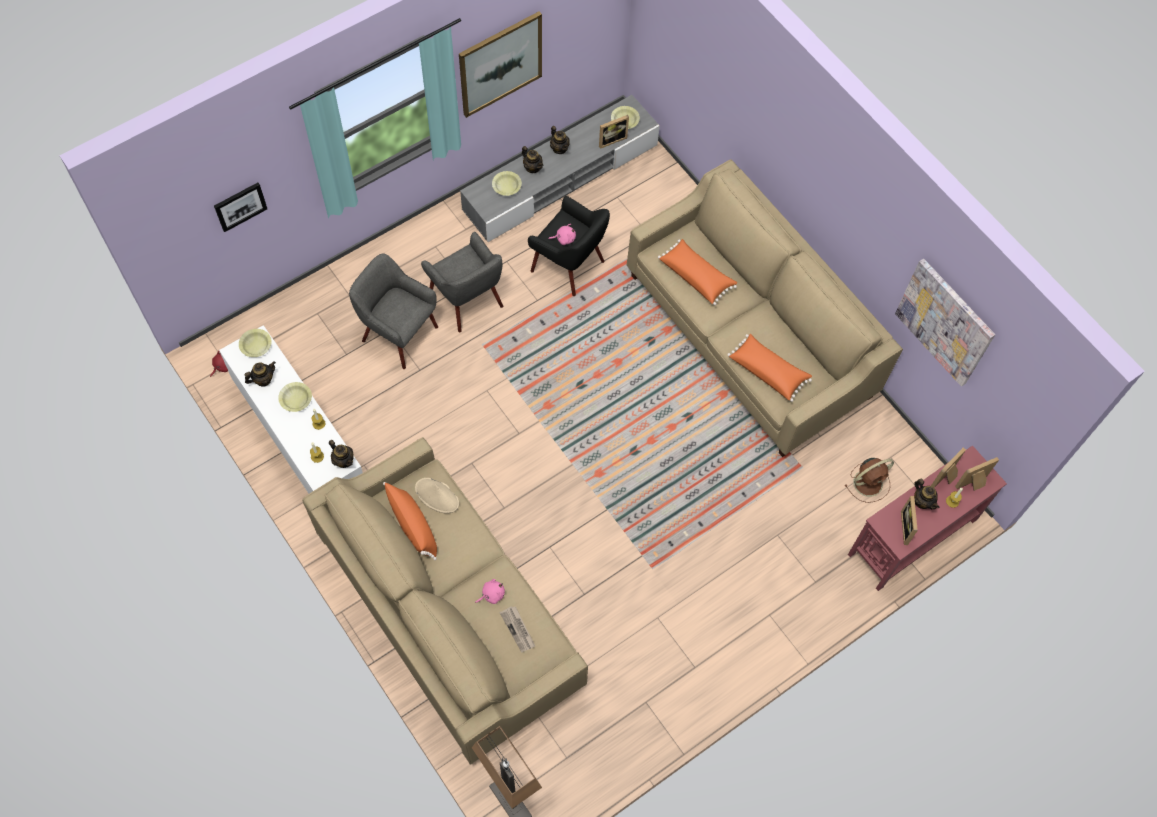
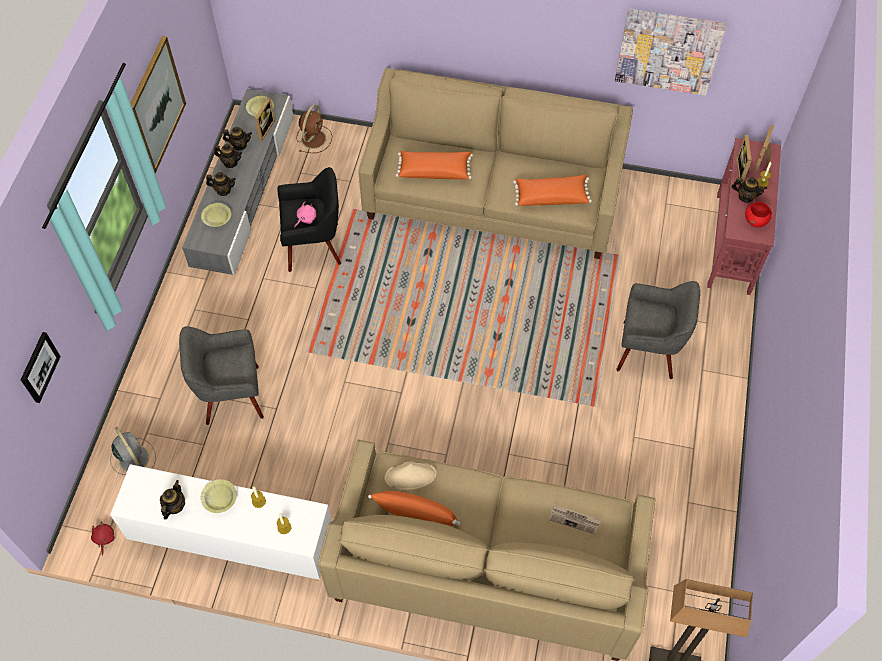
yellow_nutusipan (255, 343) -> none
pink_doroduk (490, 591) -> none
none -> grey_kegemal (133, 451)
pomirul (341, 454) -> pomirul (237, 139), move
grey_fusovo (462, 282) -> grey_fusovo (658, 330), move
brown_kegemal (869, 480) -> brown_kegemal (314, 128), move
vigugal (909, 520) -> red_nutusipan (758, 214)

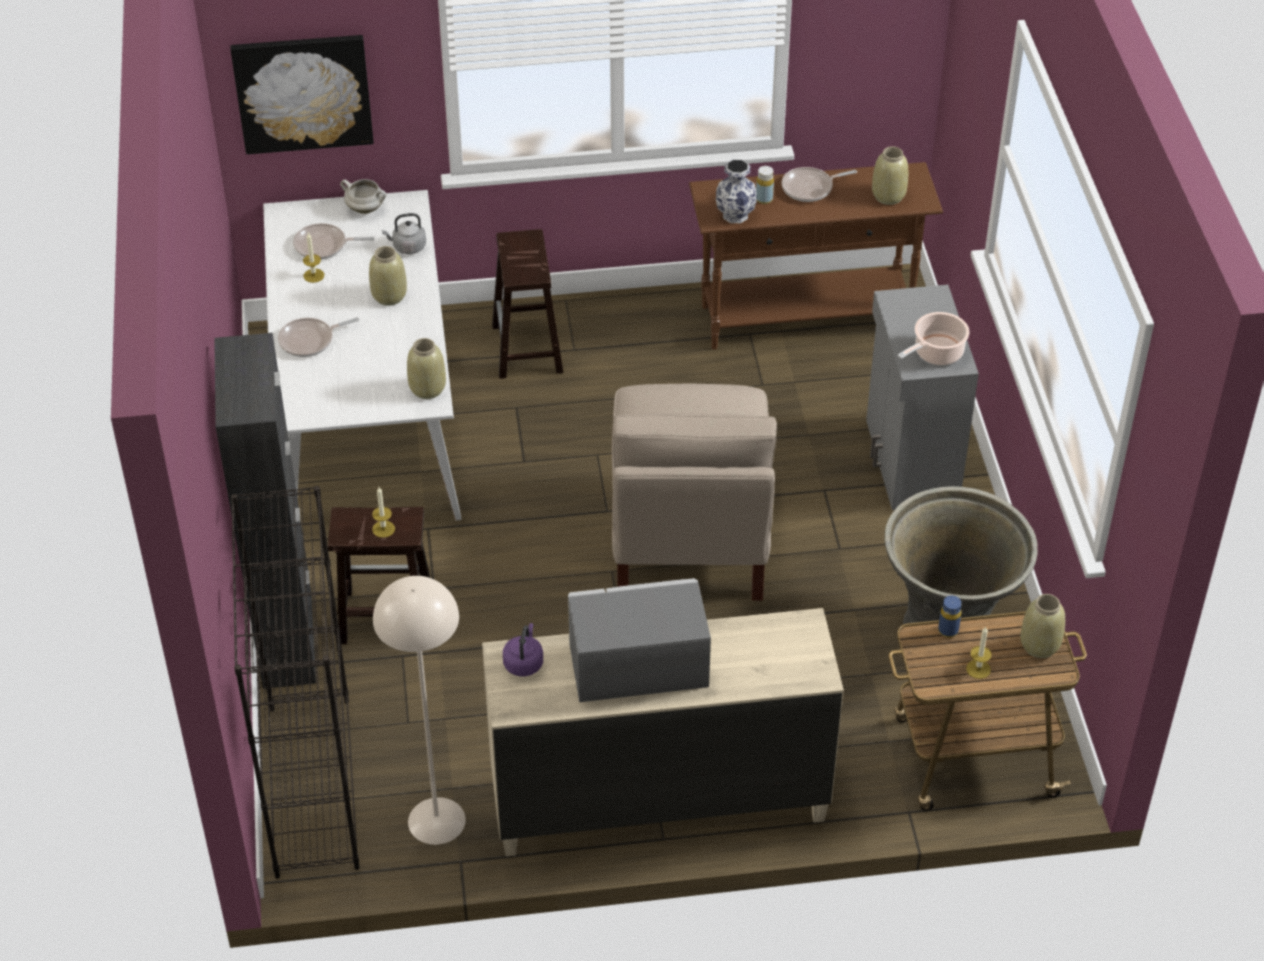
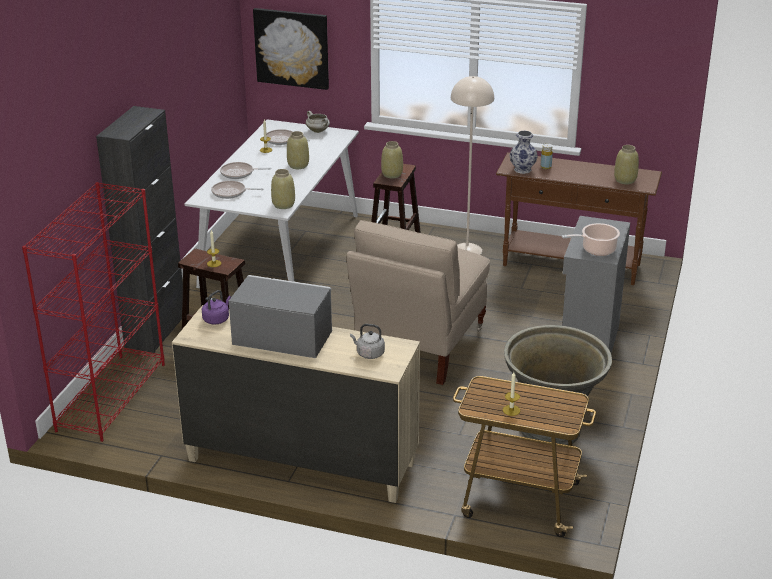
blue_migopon (950, 617) -> none
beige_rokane (419, 710) -> beige_rokane (472, 165), move
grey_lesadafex (404, 233) -> grey_lesadafex (367, 341), move
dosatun (819, 184) -> dosatun (237, 190), move
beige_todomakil (1042, 626) -> beige_todomakil (392, 159), move
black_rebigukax (295, 682) -> red_rebigukax (93, 312)

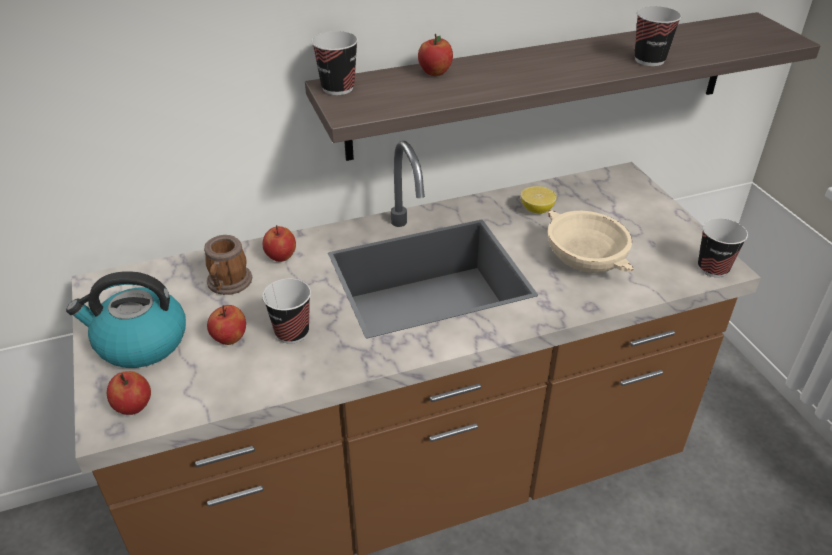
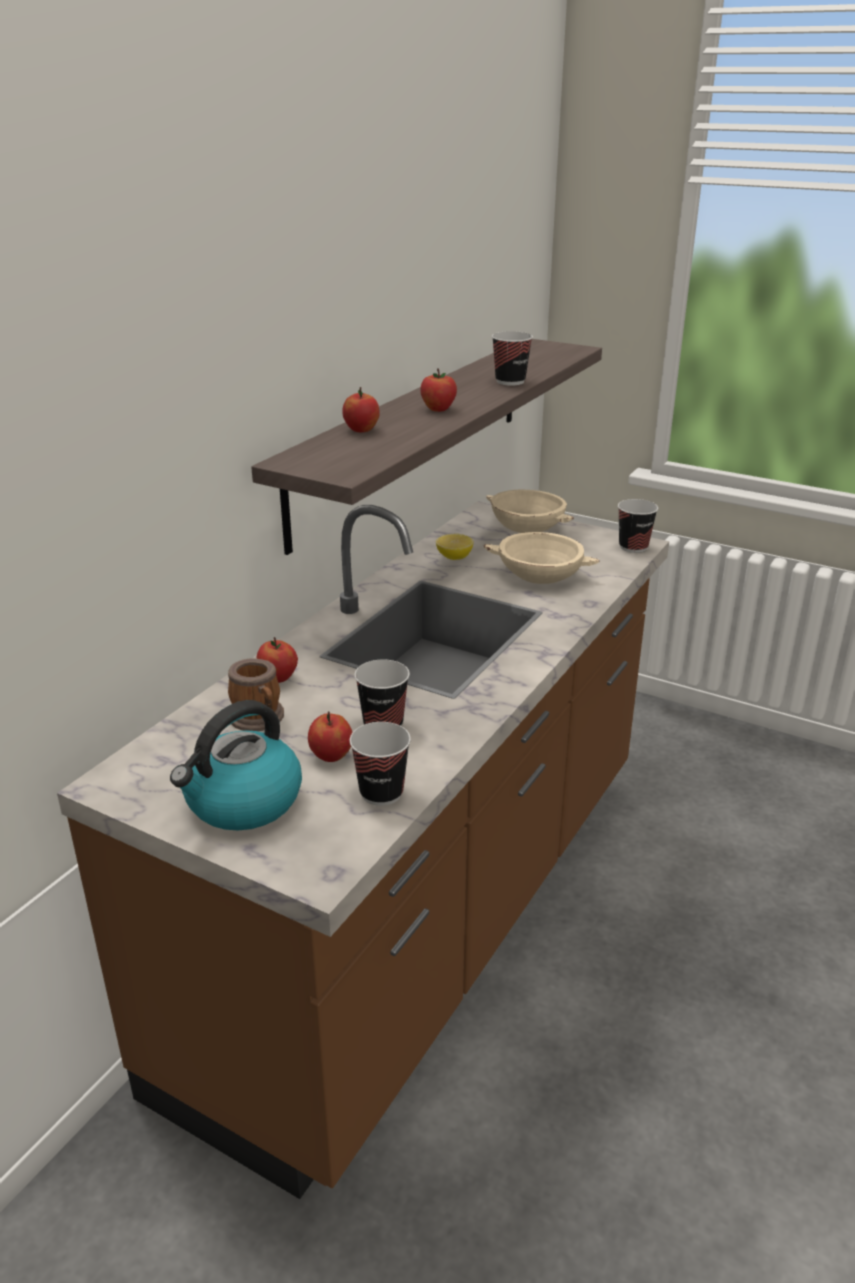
none -> beige_nutusipan (530, 511)
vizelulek (129, 393) -> vizelulek (438, 390), move
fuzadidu (334, 63) -> fuzadidu (380, 764), move

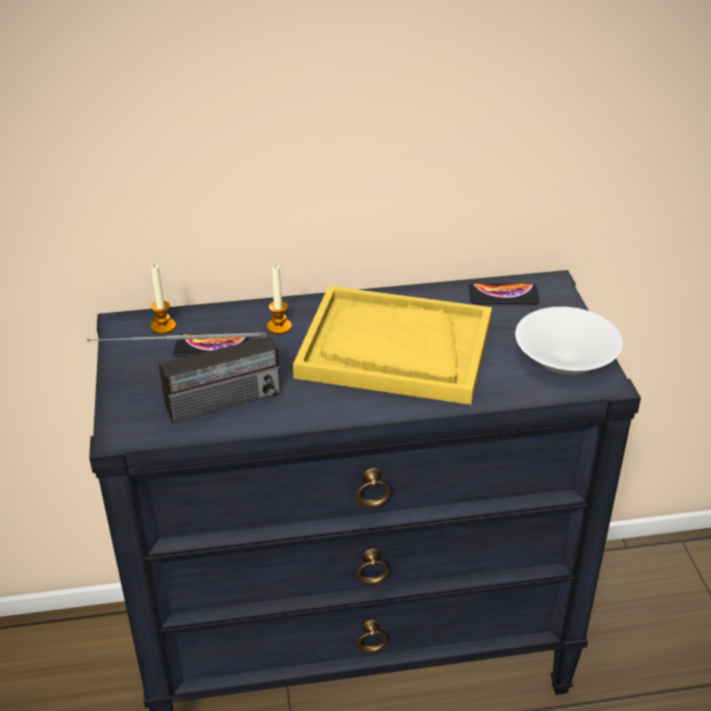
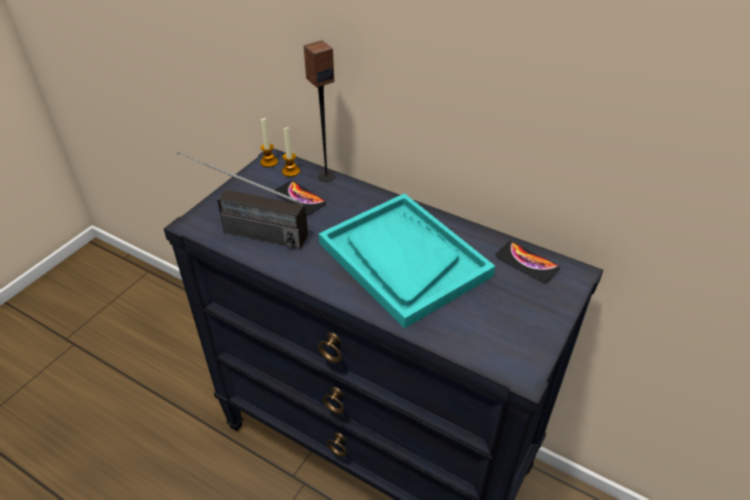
white_nutusipan (569, 341) -> none
none -> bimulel (319, 111)
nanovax (279, 299) -> nanovax (269, 142), move
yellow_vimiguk (392, 345) -> turquoise_vimiguk (407, 261)

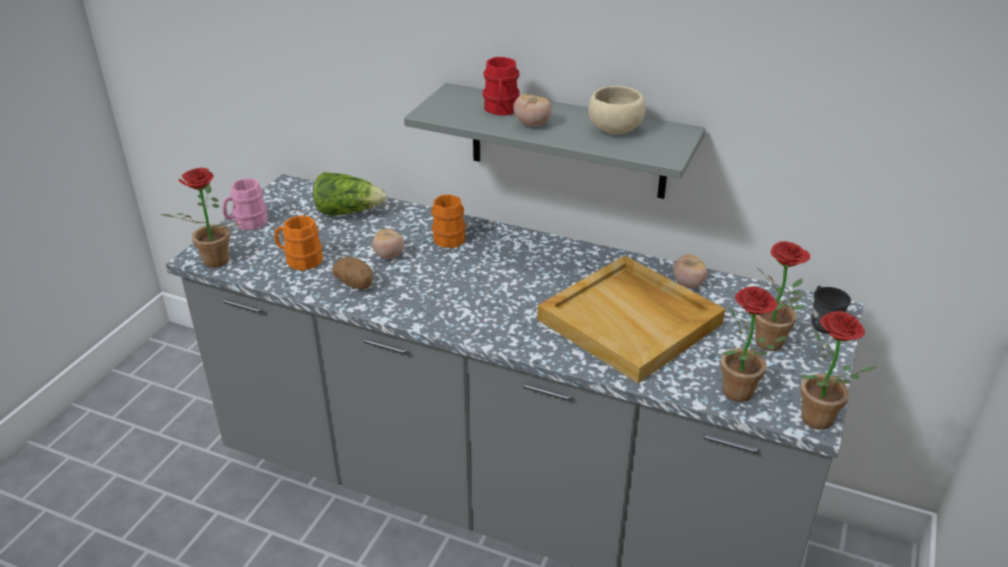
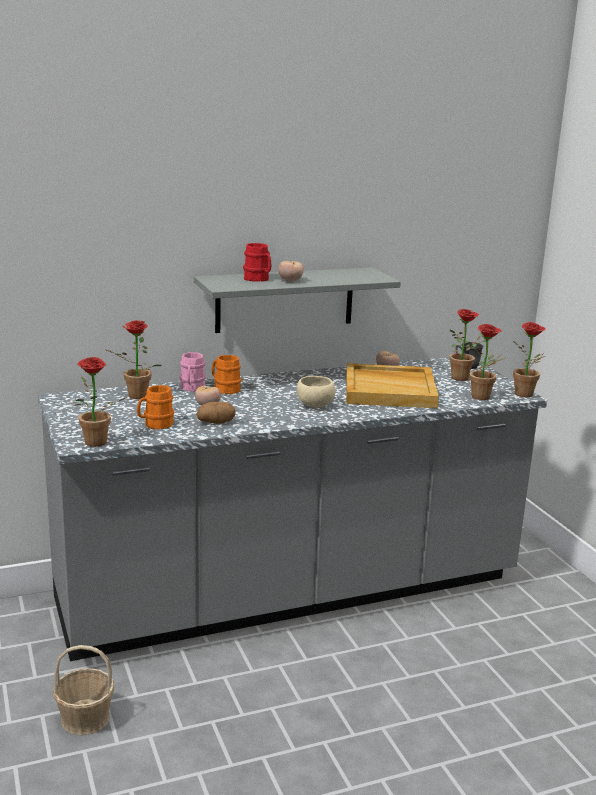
none -> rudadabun (83, 690)
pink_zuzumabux (245, 204) -> pink_zuzumabux (193, 372), move
beige_nutusipan (617, 110) -> beige_nutusipan (315, 392), move
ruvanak (350, 193) -> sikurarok (134, 359)

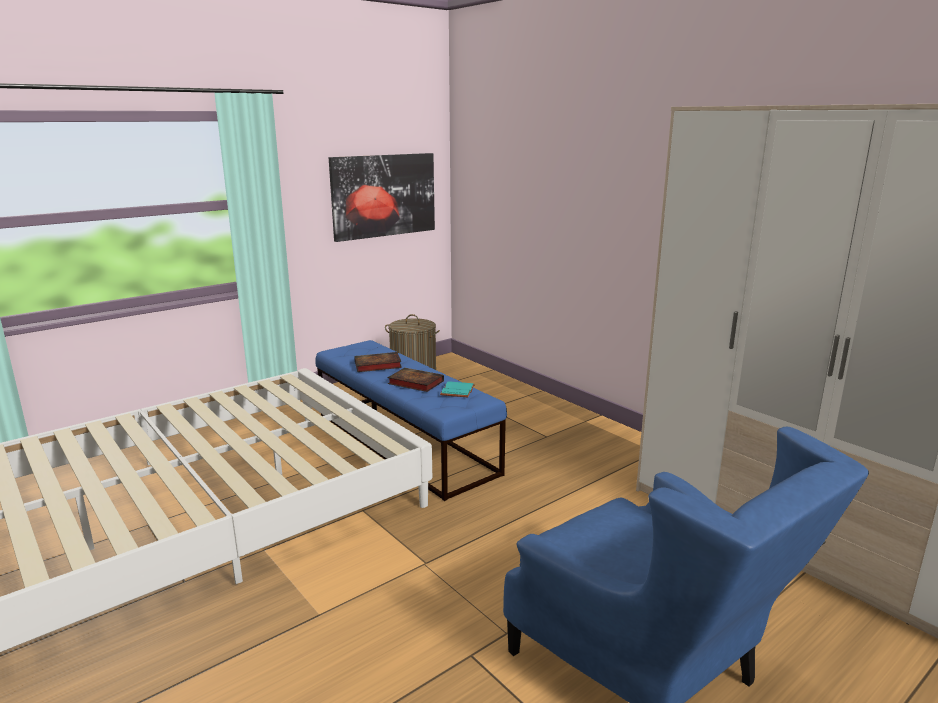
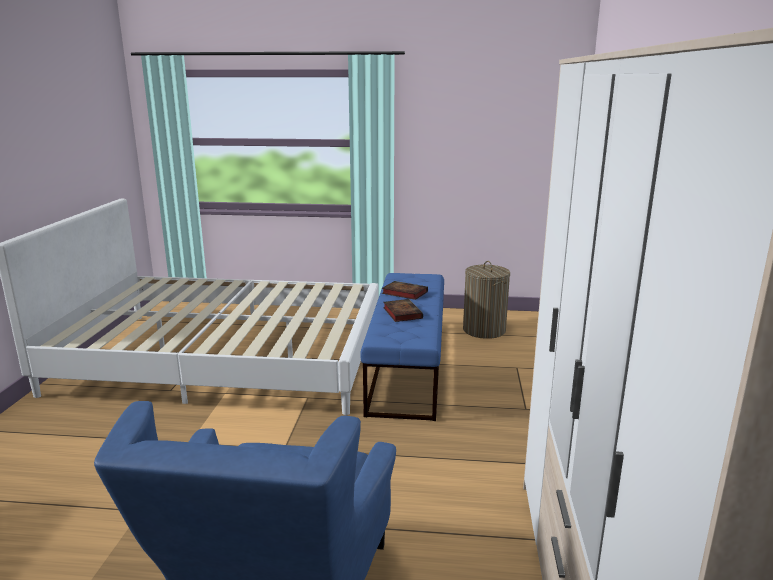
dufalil (382, 197) -> none
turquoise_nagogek (457, 389) -> none

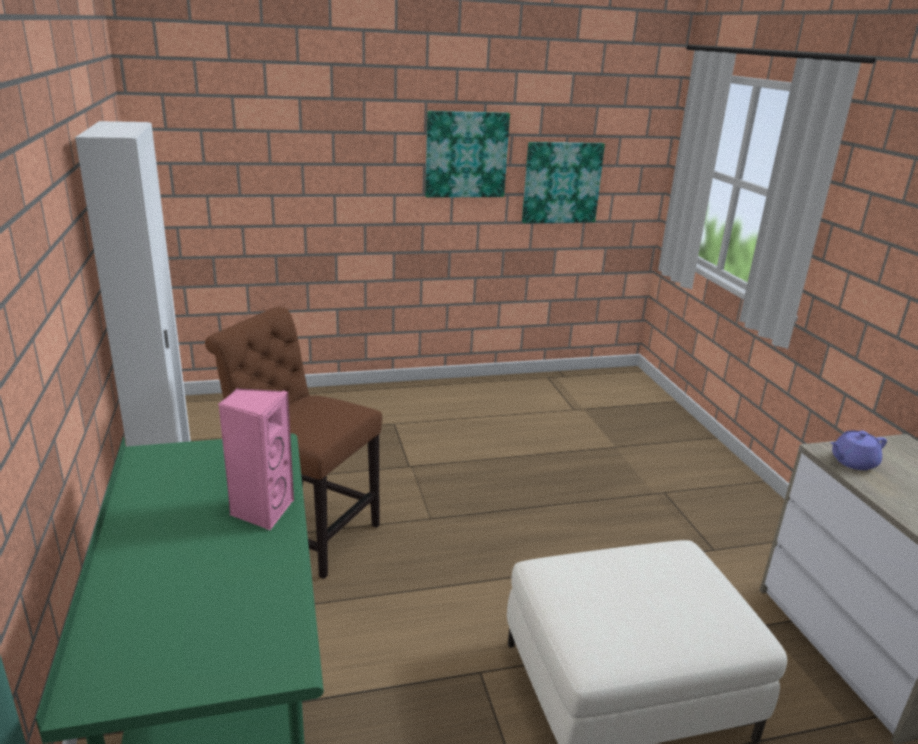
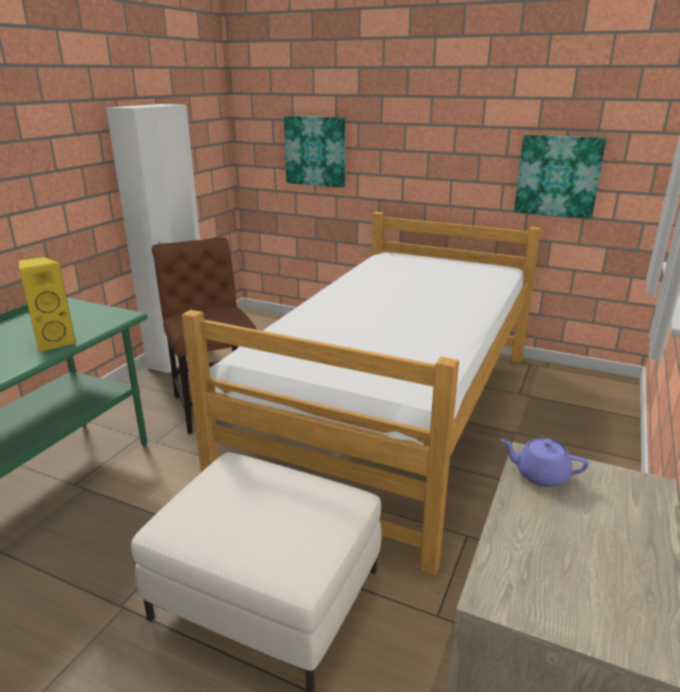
none -> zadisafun (361, 394)
dufalil (467, 154) -> dufalil (314, 152), move
pink_bimulel (256, 459) -> yellow_bimulel (48, 304)

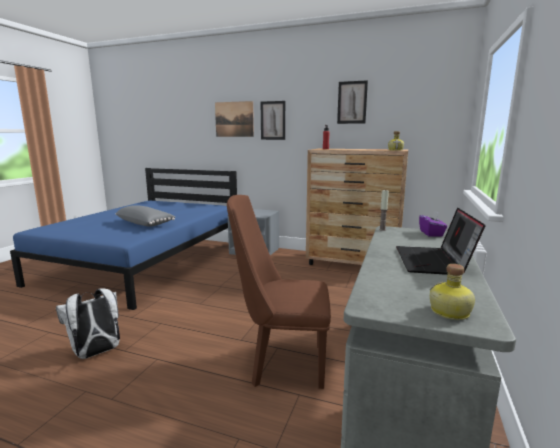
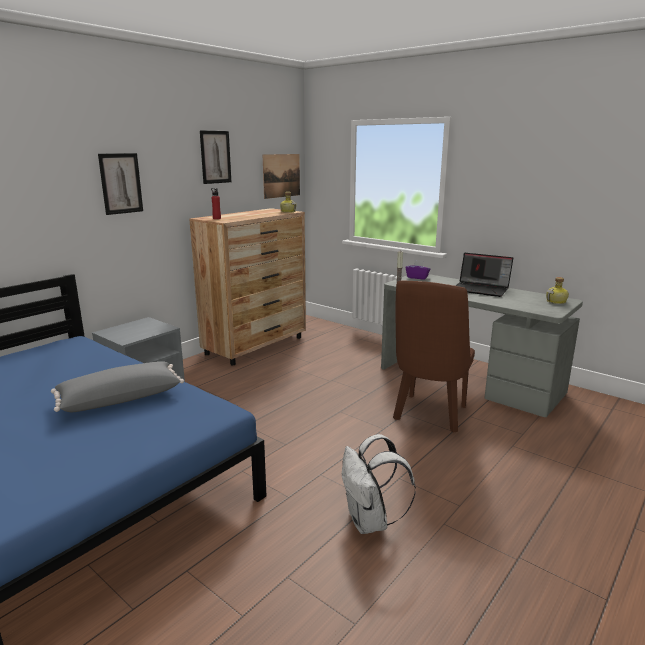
dufalil (234, 119) -> dufalil (281, 176), move

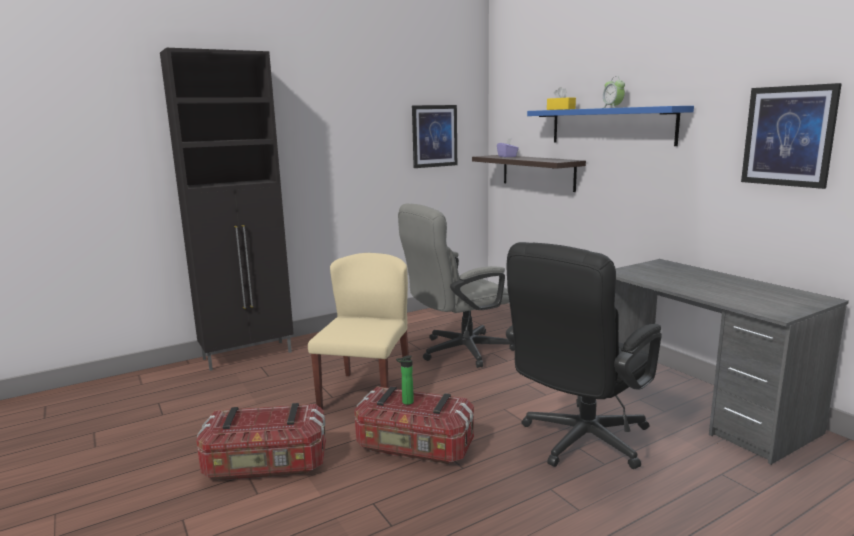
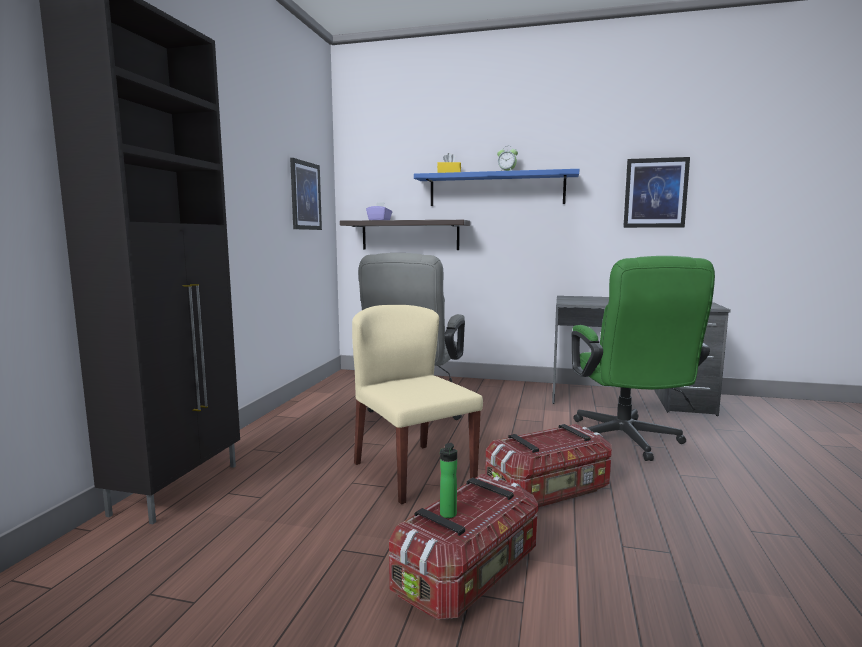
migopon (405, 380) -> migopon (448, 480), move
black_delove (584, 355) -> green_delove (643, 358)

